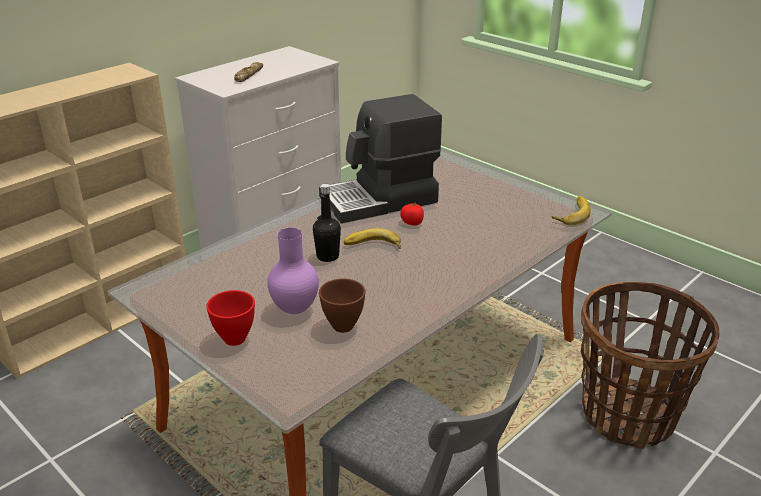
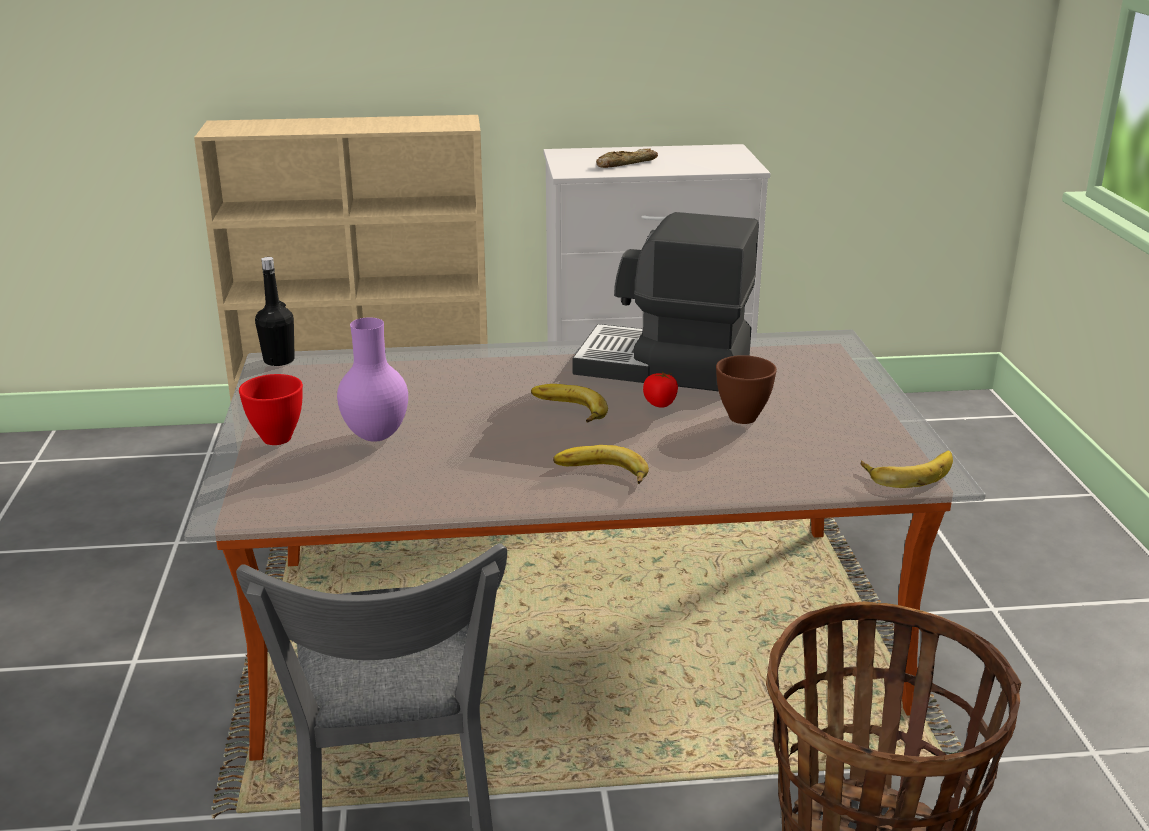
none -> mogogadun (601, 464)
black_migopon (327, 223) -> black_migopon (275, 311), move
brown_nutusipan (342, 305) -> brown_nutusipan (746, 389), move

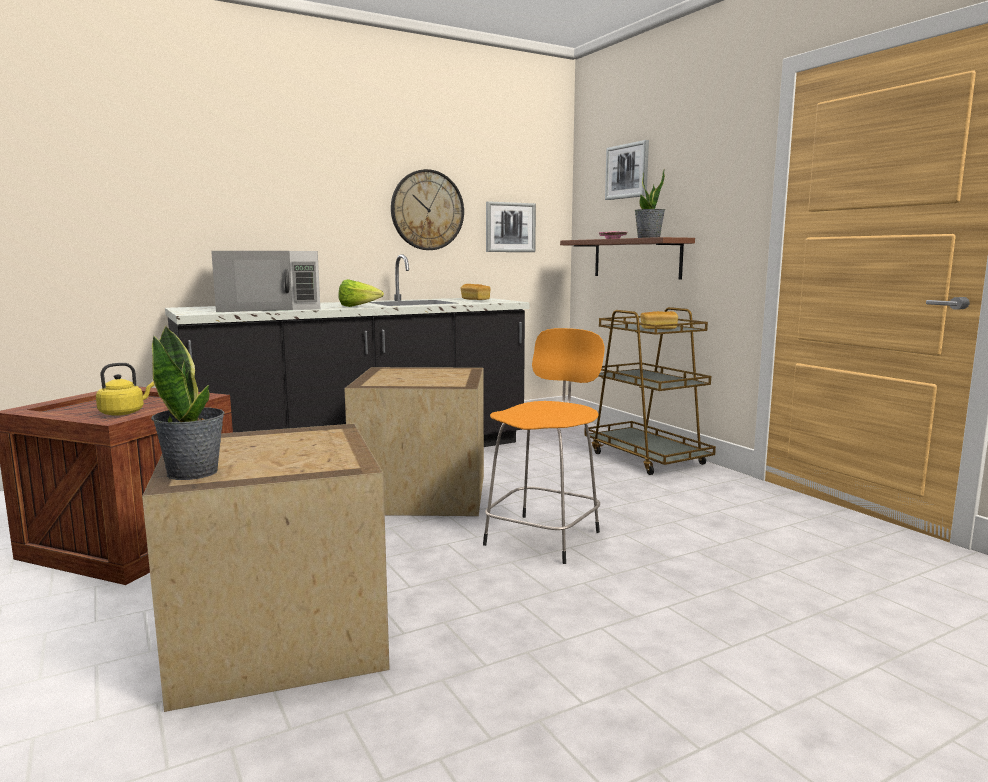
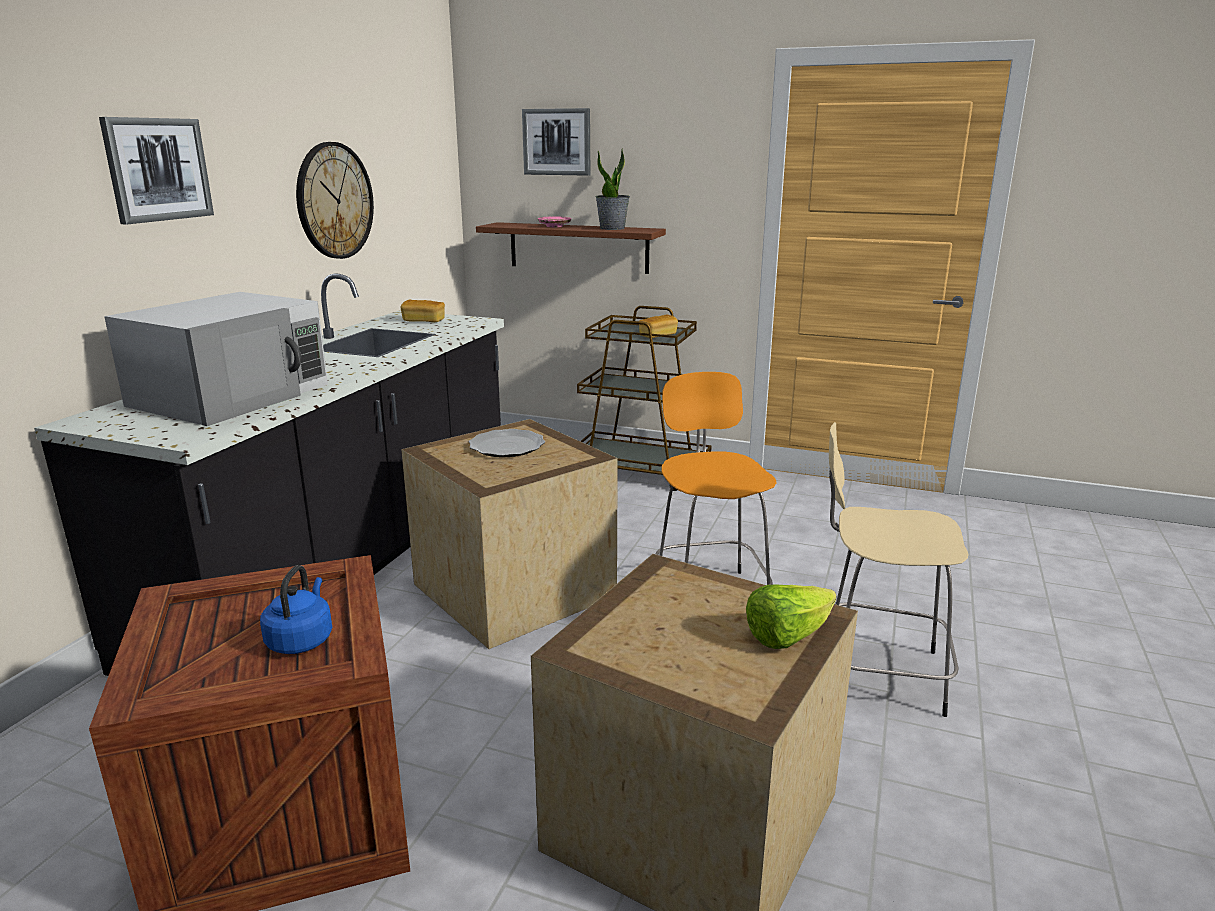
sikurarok (188, 402) -> none
none -> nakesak (507, 443)
none -> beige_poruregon (899, 569)
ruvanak (361, 293) -> ruvanak (791, 616), move
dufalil (511, 226) -> dufalil (156, 171), move
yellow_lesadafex (125, 389) -> blue_lesadafex (296, 609)

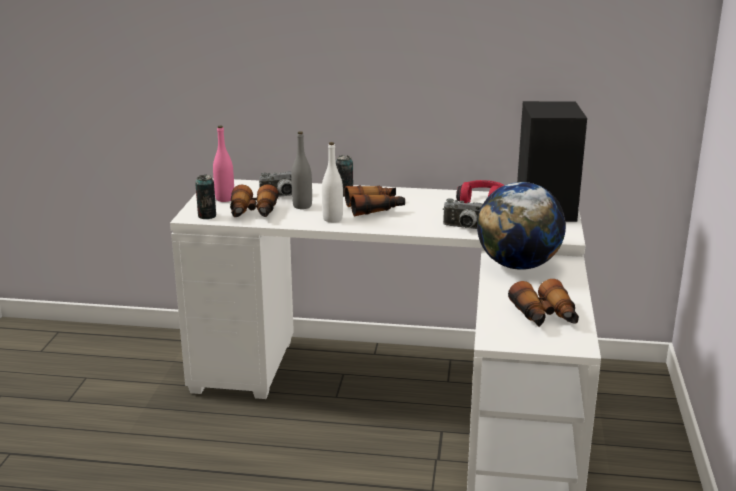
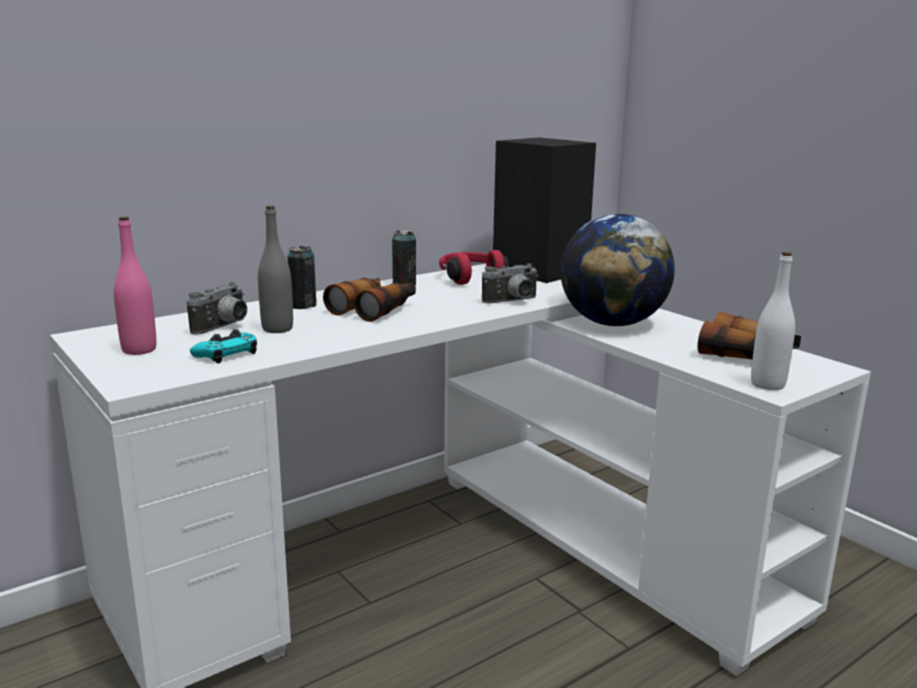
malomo (205, 197) -> malomo (404, 257), move
white_migopon (332, 182) -> white_migopon (773, 321), move
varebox (254, 200) -> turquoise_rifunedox (223, 346)

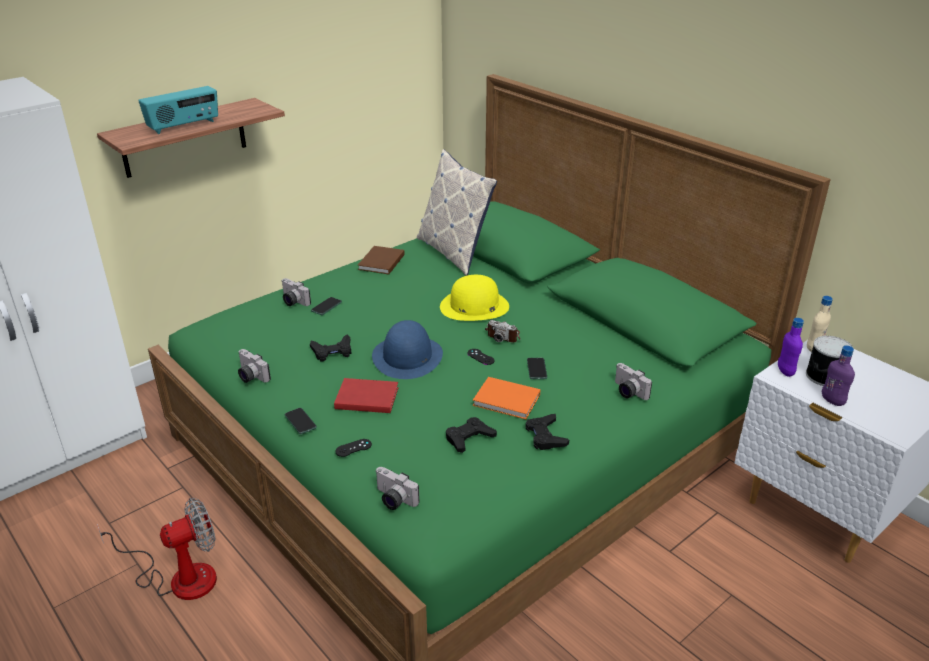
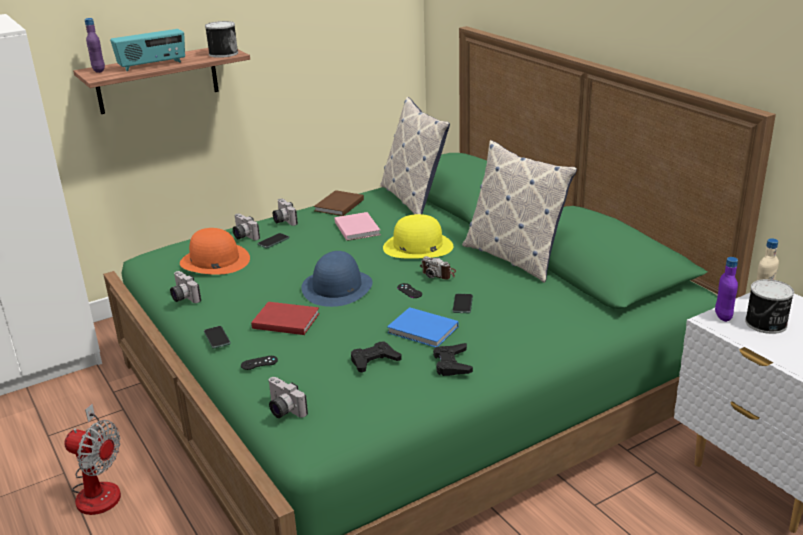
black_rifunedox (331, 348) -> none
none -> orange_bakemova (215, 251)
none -> malomo (221, 39)
none -> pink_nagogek (358, 226)
none -> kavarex (519, 211)
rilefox (633, 381) -> rilefox (285, 212), move
purple_migopon (838, 375) -> purple_migopon (94, 45), move
orange_nagogek (506, 398) -> blue_nagogek (422, 327)
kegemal (157, 549) -> kegemal (92, 459), 45 degrees clockwise

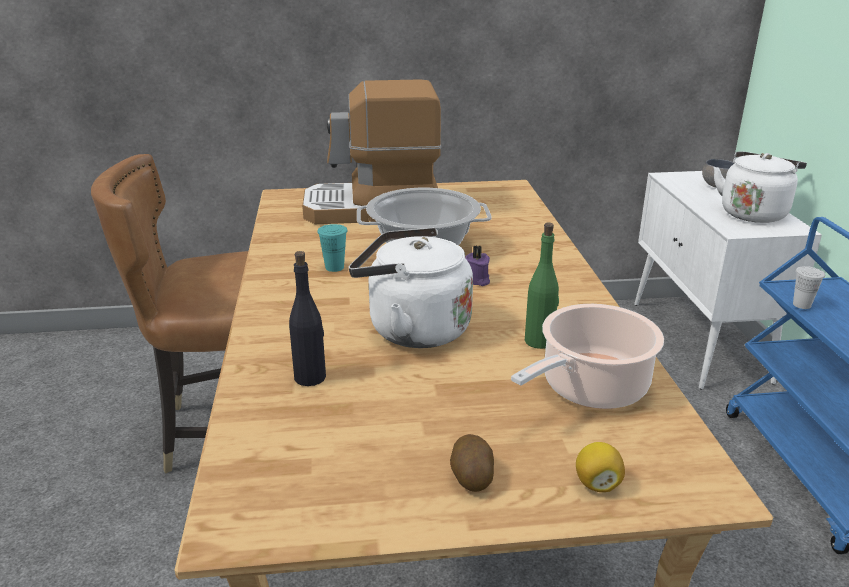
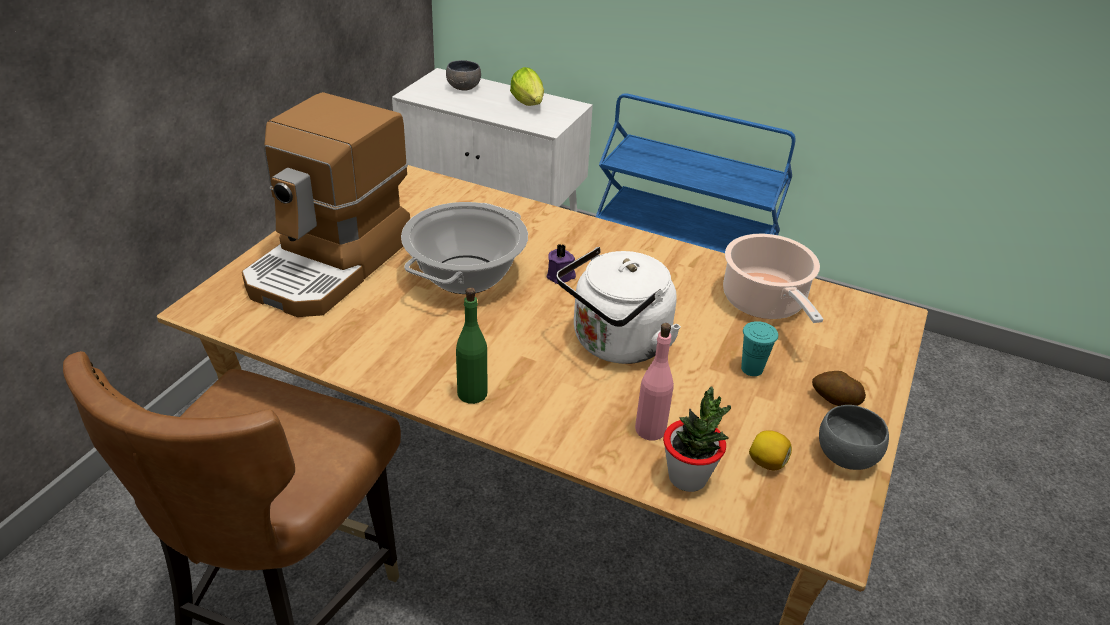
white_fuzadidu (809, 287) -> none
none -> sikurarok (697, 439)
none -> grey_nutusipan (854, 437)
turquoise_fuzadidu (332, 248) -> turquoise_fuzadidu (759, 348), move
green_migopon (542, 286) -> green_migopon (471, 345), move
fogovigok (600, 467) -> fogovigok (770, 450), move
white_lesadafex (760, 187) -> ruvanak (527, 86)
black_migopon (307, 318) -> pink_migopon (654, 381)

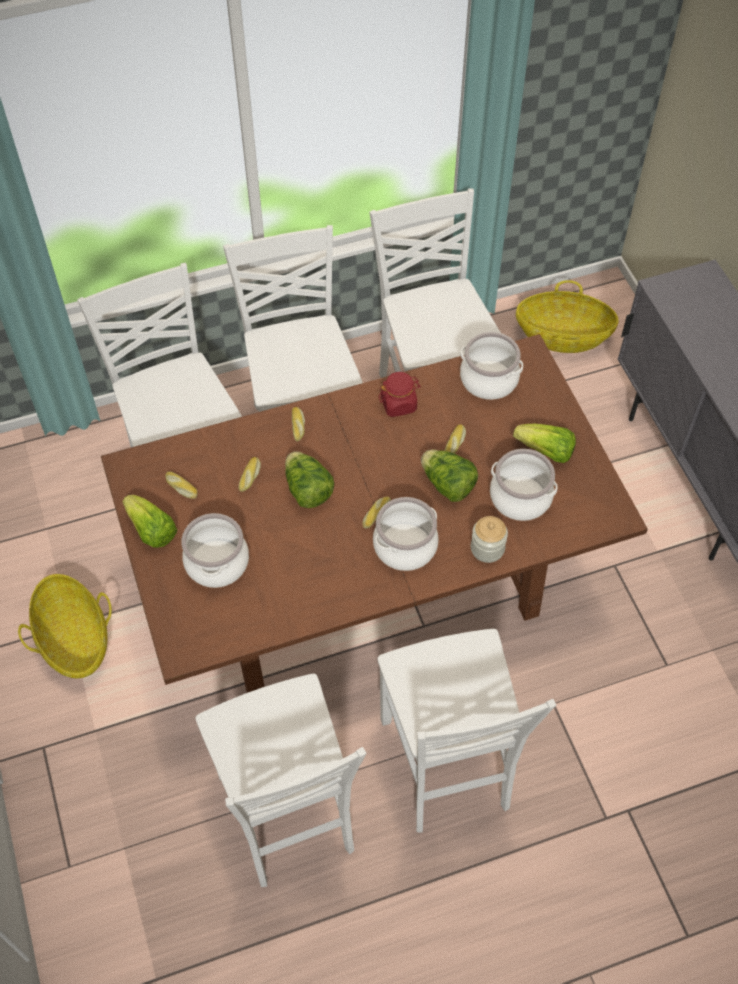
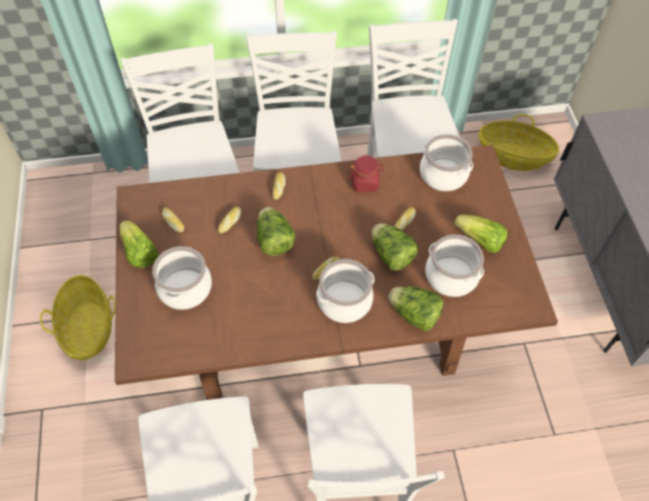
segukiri (489, 539) -> ruvanak (415, 308)

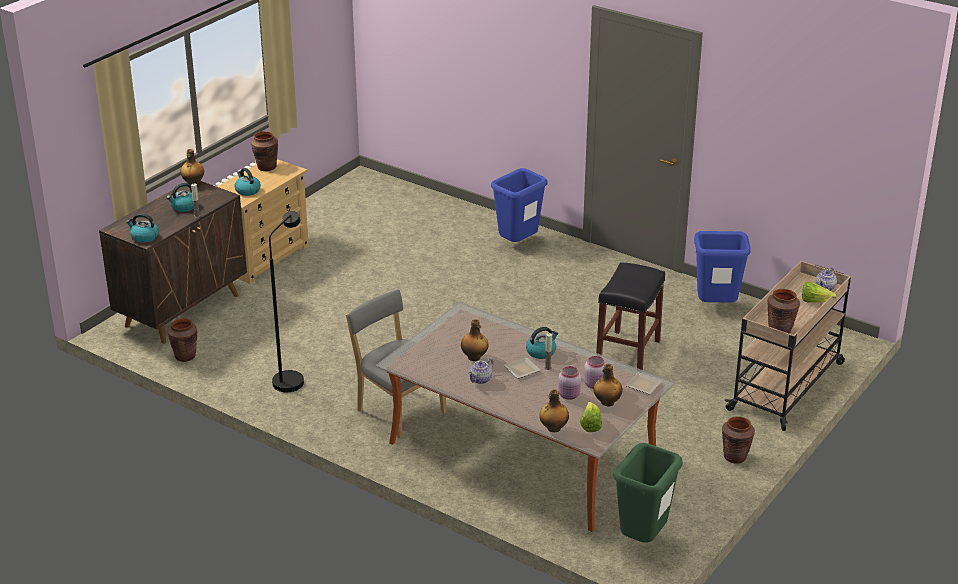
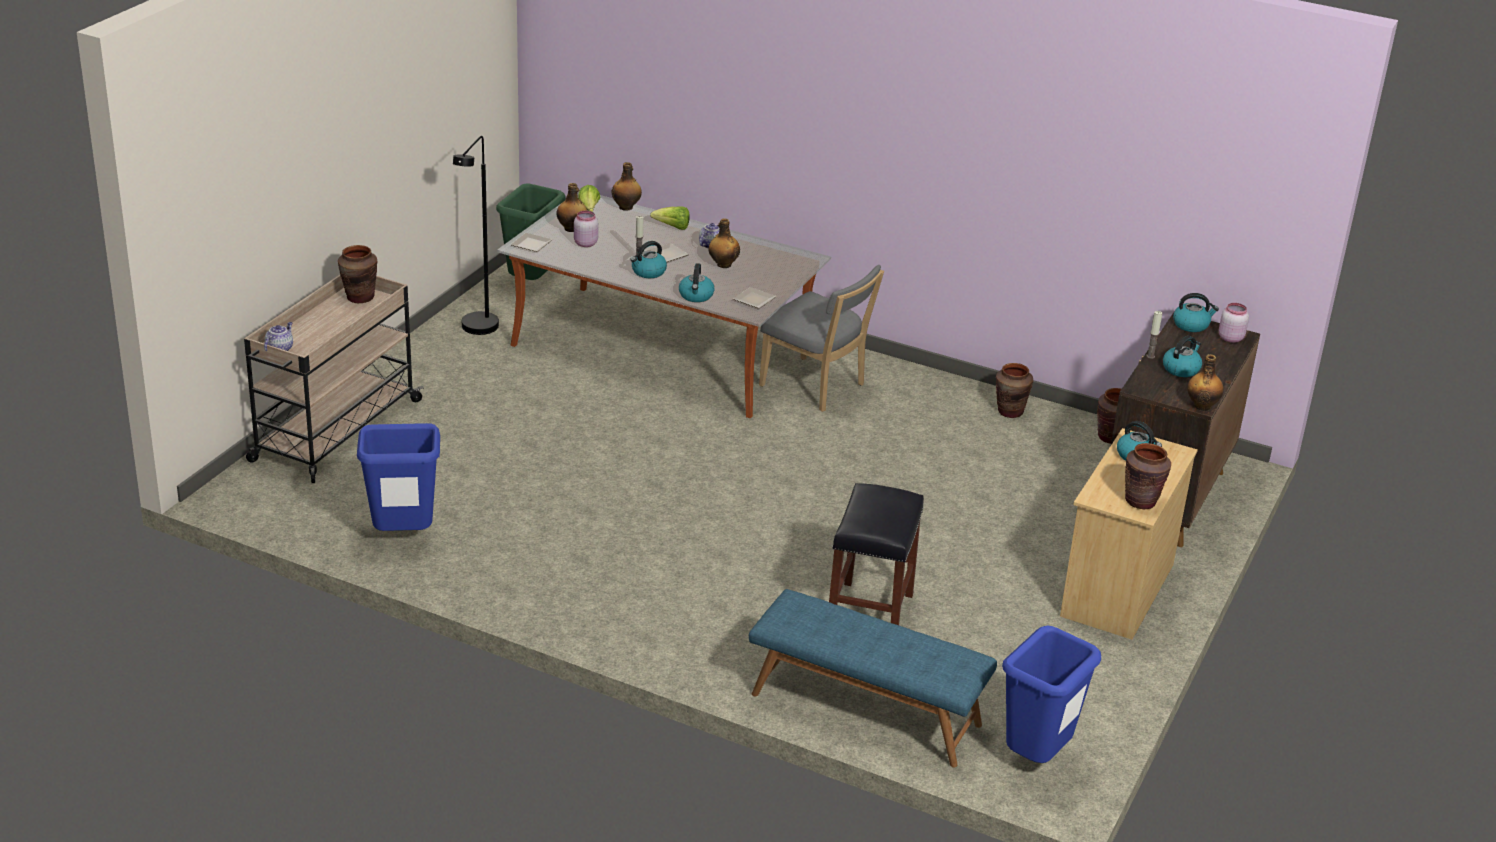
none -> lesadafex (697, 282)
none -> nakesak (755, 298)
none -> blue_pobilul (873, 678)
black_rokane (286, 301) -> black_rokane (476, 235), move
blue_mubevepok (519, 205) -> blue_mubevepok (1051, 694), move
pink_segukiri (569, 383) -> pink_segukiri (1234, 323), move
black_poruregon (630, 316) -> black_poruregon (876, 554), move
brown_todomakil (738, 440) -> brown_todomakil (1014, 390), move
ruvanak (819, 292) -> ruvanak (670, 218), move

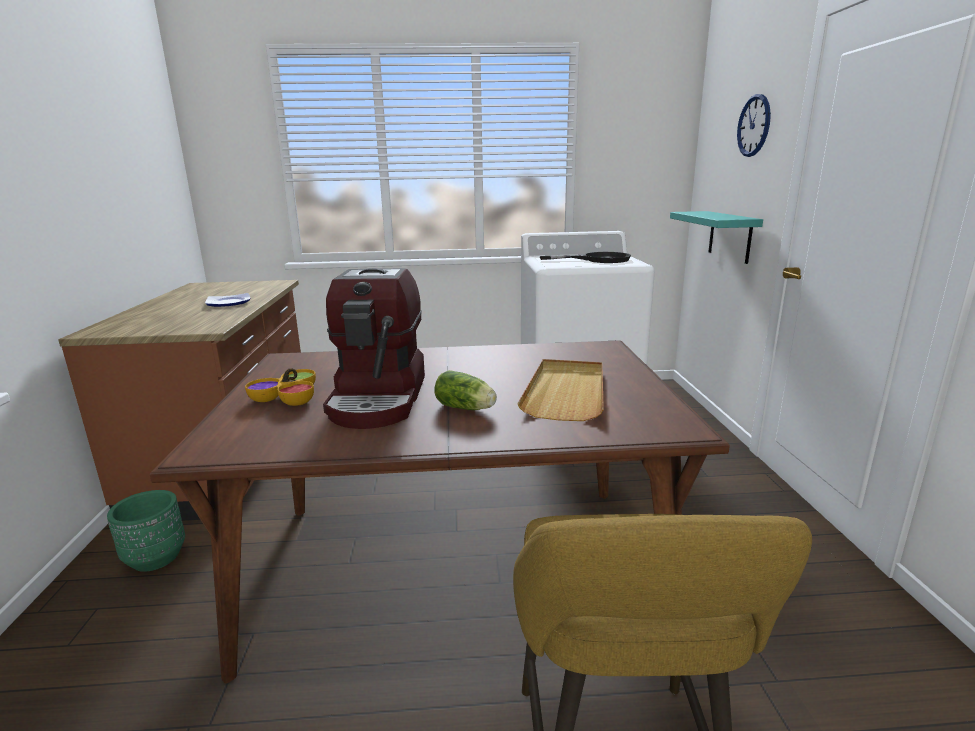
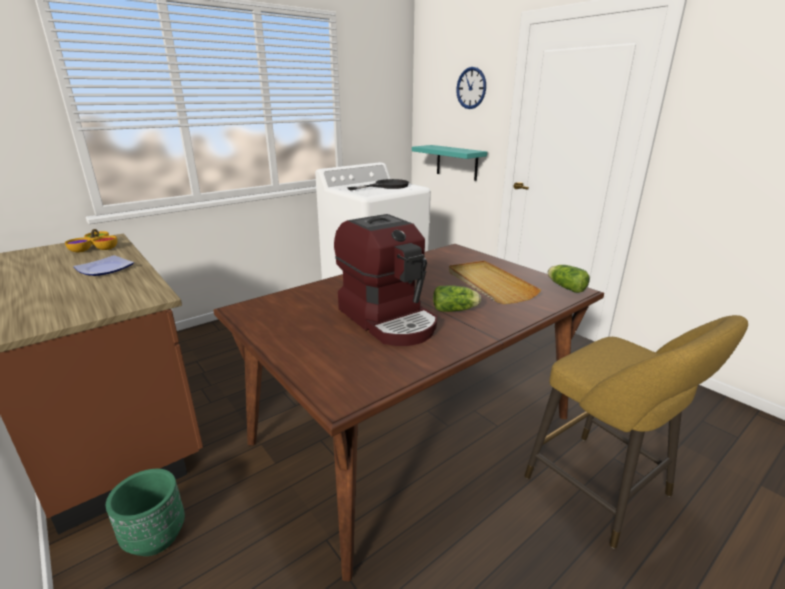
none -> ruvanak (569, 279)
nutusipan (280, 387) -> nutusipan (91, 240), move

